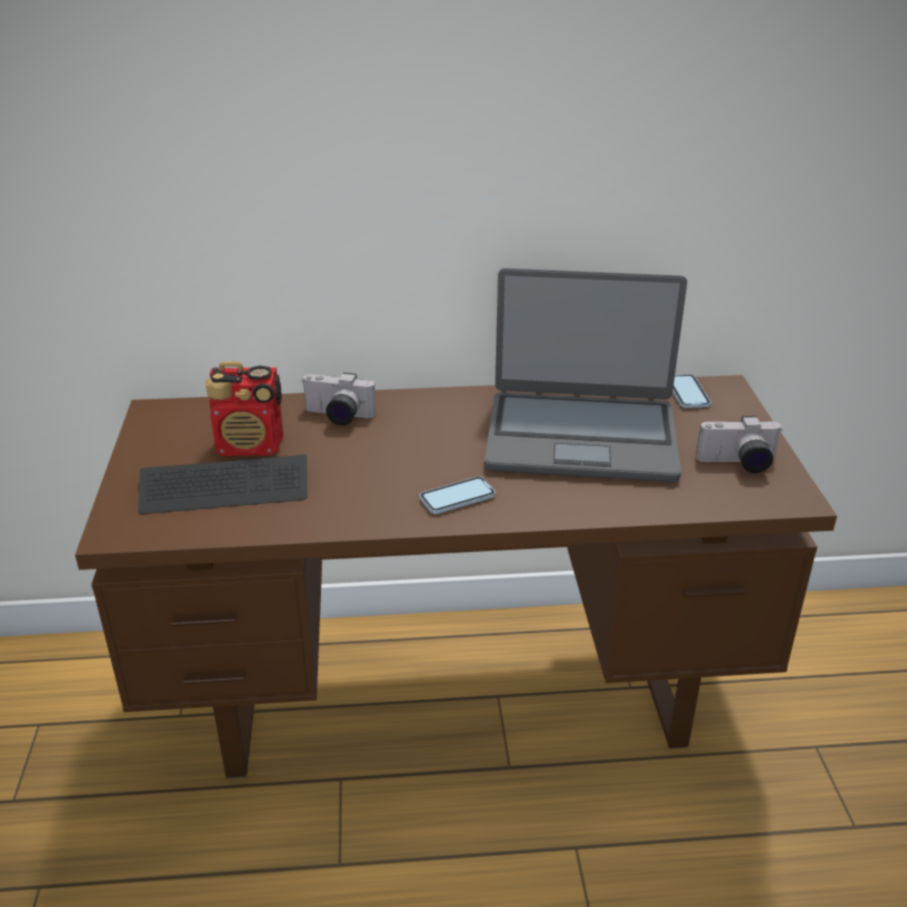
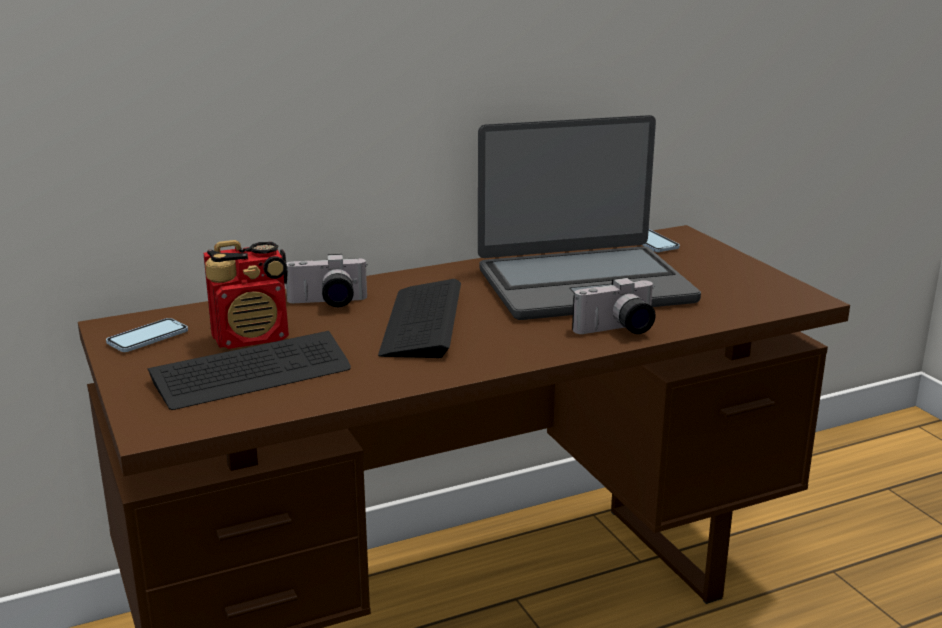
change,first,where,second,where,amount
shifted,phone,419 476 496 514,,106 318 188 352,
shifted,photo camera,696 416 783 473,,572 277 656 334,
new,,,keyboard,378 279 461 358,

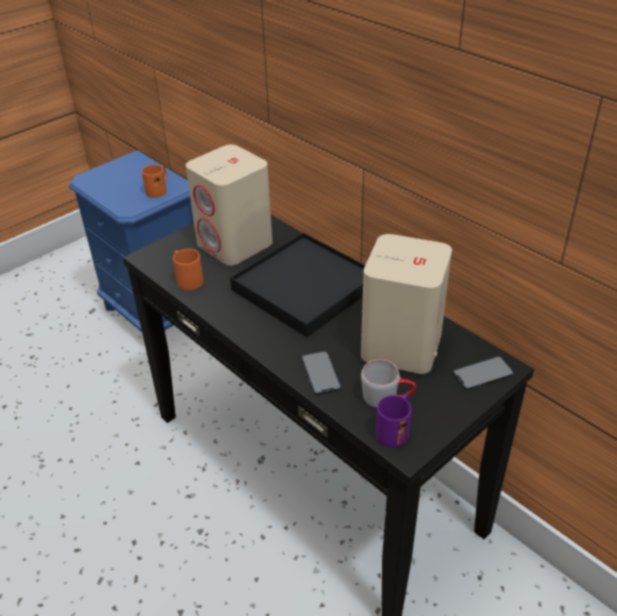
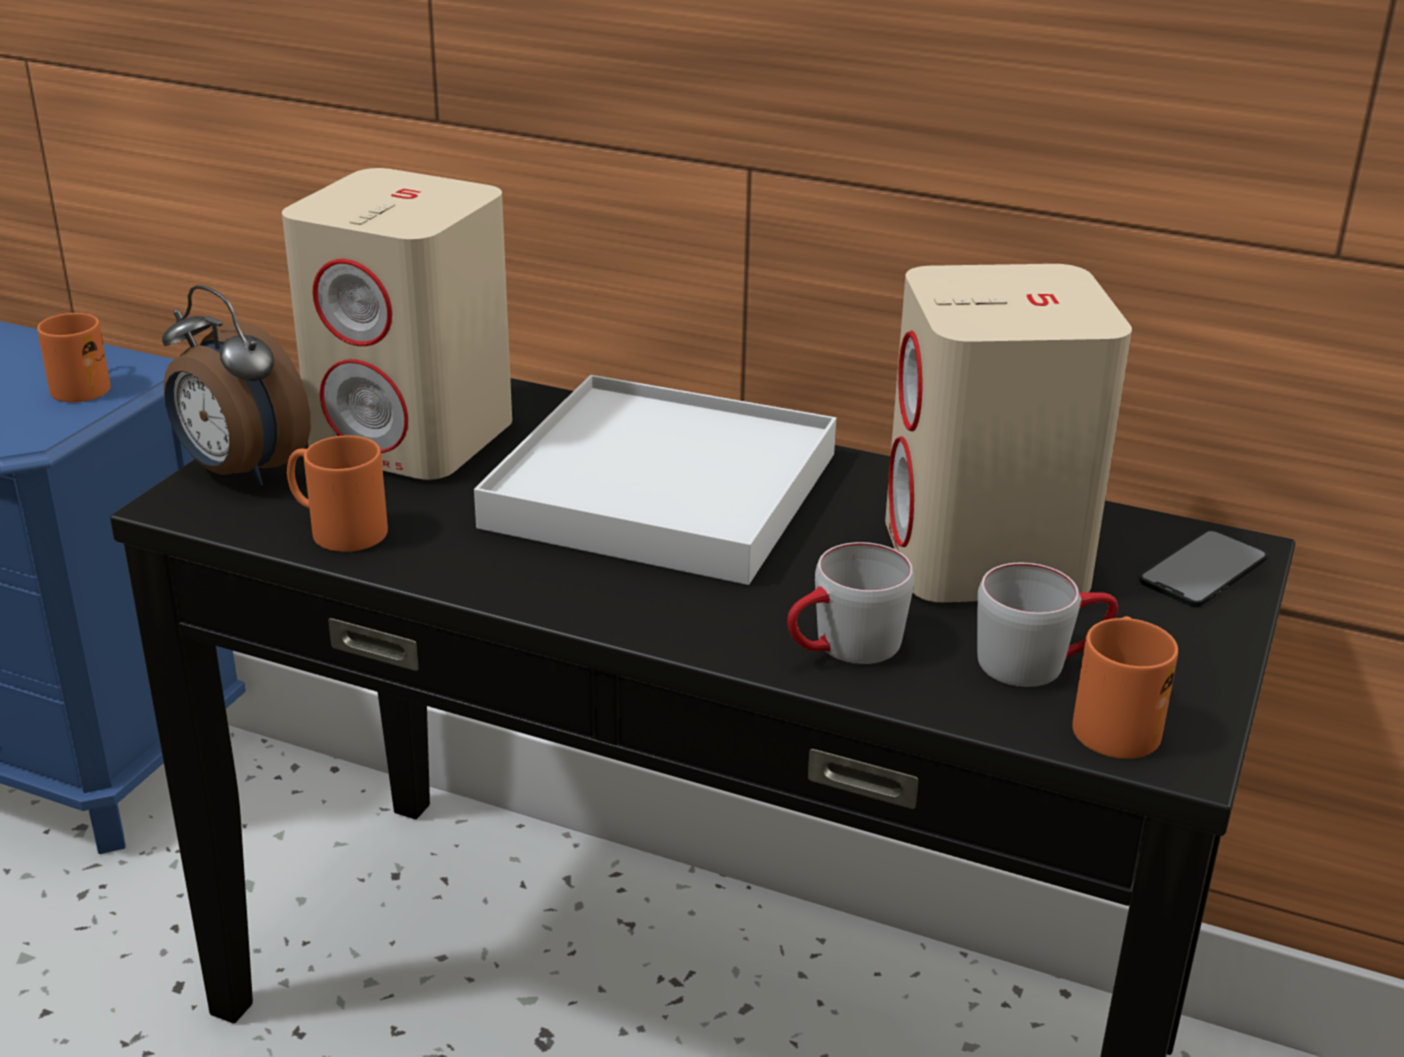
change,first,where,second,where,amount
repainted,carrying tray/black,230 232 365 337,carrying tray/white-coloured,474 375 836 585,
swapped,phone,301 351 341 395,tea mug/grey,787 542 914 664,
repainted,tea mug/purplish,376 394 412 448,tea mug/orange-coloured,1072 616 1178 759,
new,,,table clock,162 285 311 486,

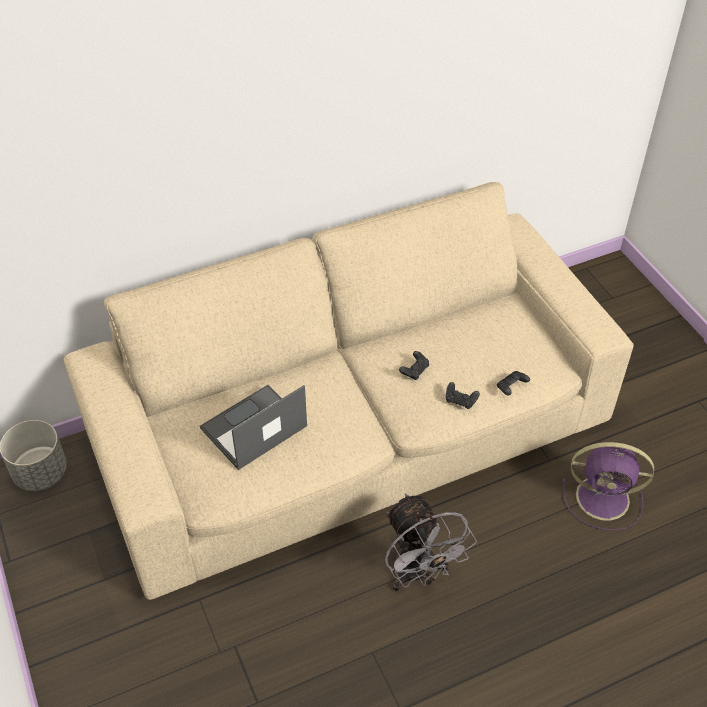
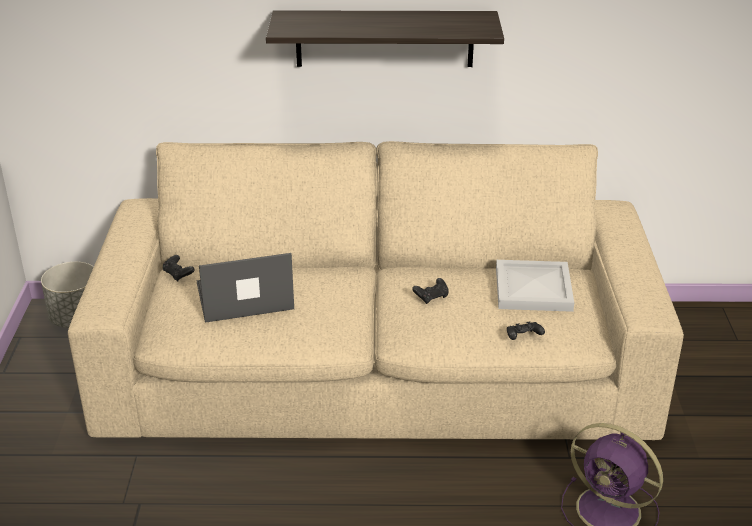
change,first,where,second,where,amount
gone,fan/grey,385 493 477 591,,,
shifted,game controller/black,446 382 480 409,,163 255 195 281,
new,,,wall shelf,266 10 504 67,
new,,,carrying tray/white-coloured,496 260 574 312,

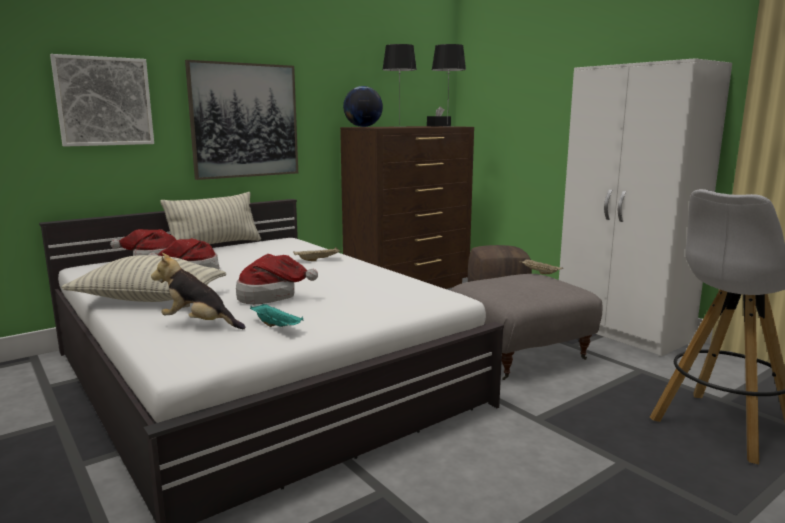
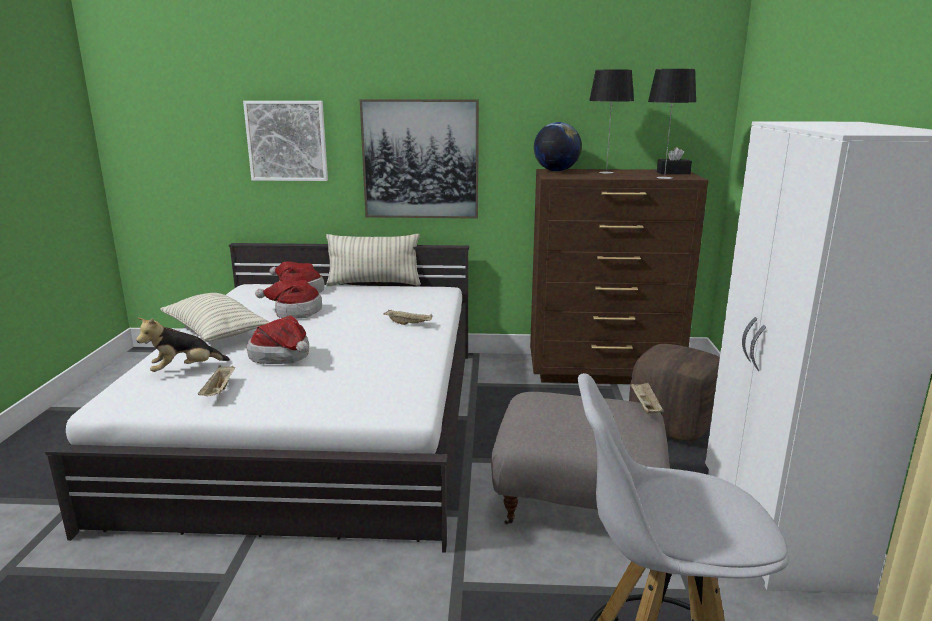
change,first,where,second,where,amount
rotated,cuddly toy,151 253 246 329,,136 317 230 372,90 degrees counterclockwise
repainted,carrying tray/turquoise,250 304 304 327,carrying tray/sand-coloured,198 365 235 396,

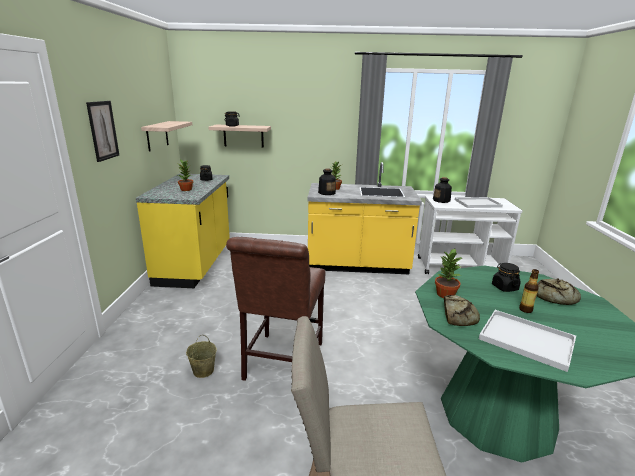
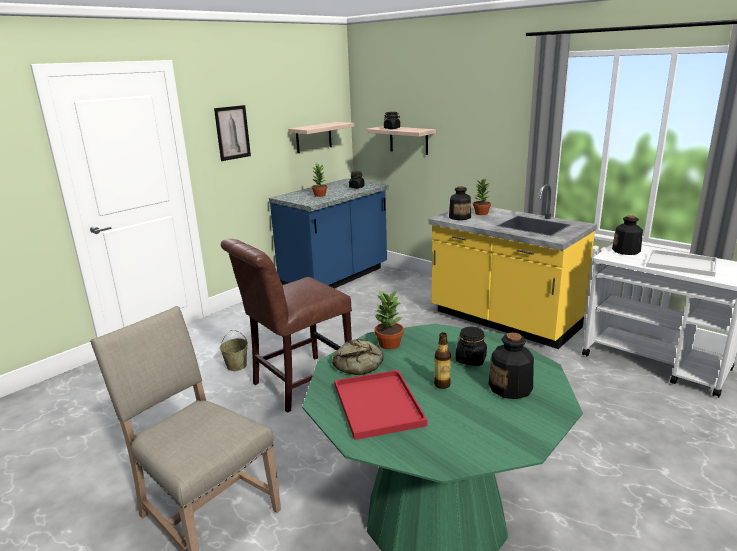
change,first,where,second,where,amount
repainted,counter/yellowish,136 173 230 288,counter/bluish,269 178 389 289,
repainted,carrying tray/white-coloured,479 310 576 372,carrying tray/reddish,335 370 428 440,
swapped,baked bread,536 278 581 305,bottle,488 333 534 399,

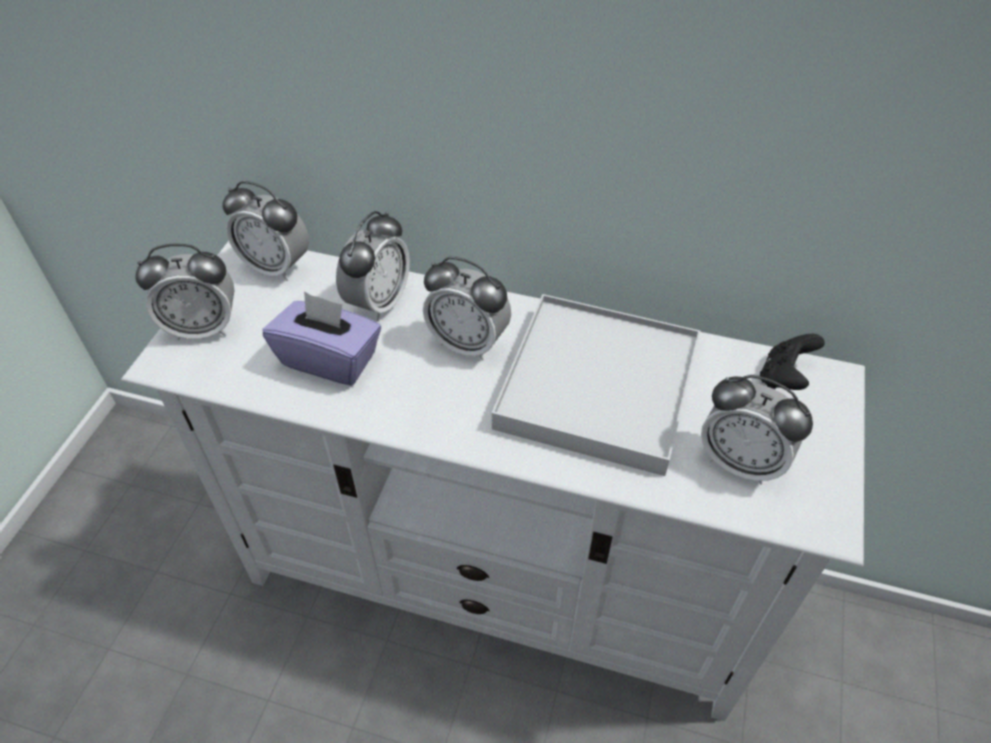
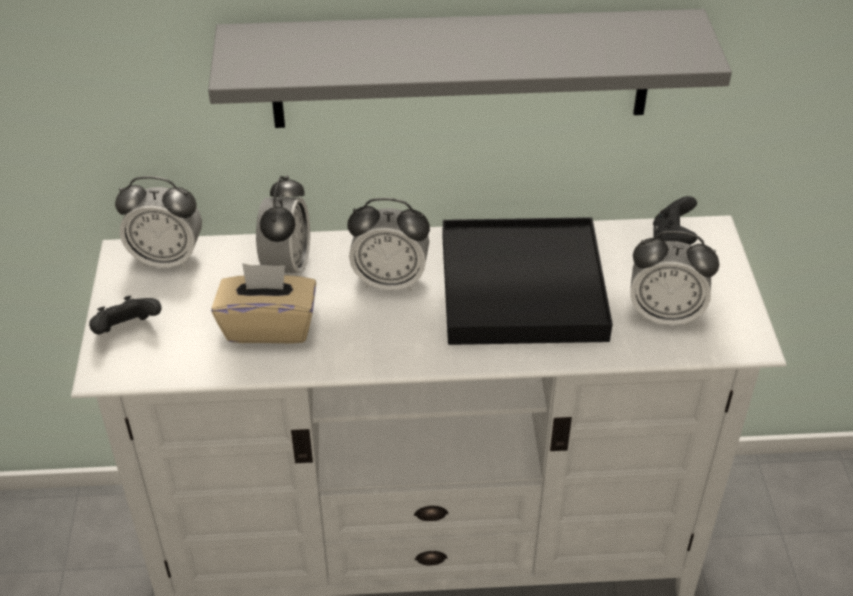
change,first,where,second,where,amount
swapped,table clock,135 244 234 340,game controller/black,89 296 162 335,
repainted,tissue holder/purplish,263 291 381 386,tissue holder/sand-coloured,211 263 316 343,
repainted,carrying tray/white-coloured,492 294 700 476,carrying tray/black,443 217 613 345,
new,,,wall shelf/grey,208 9 732 128,

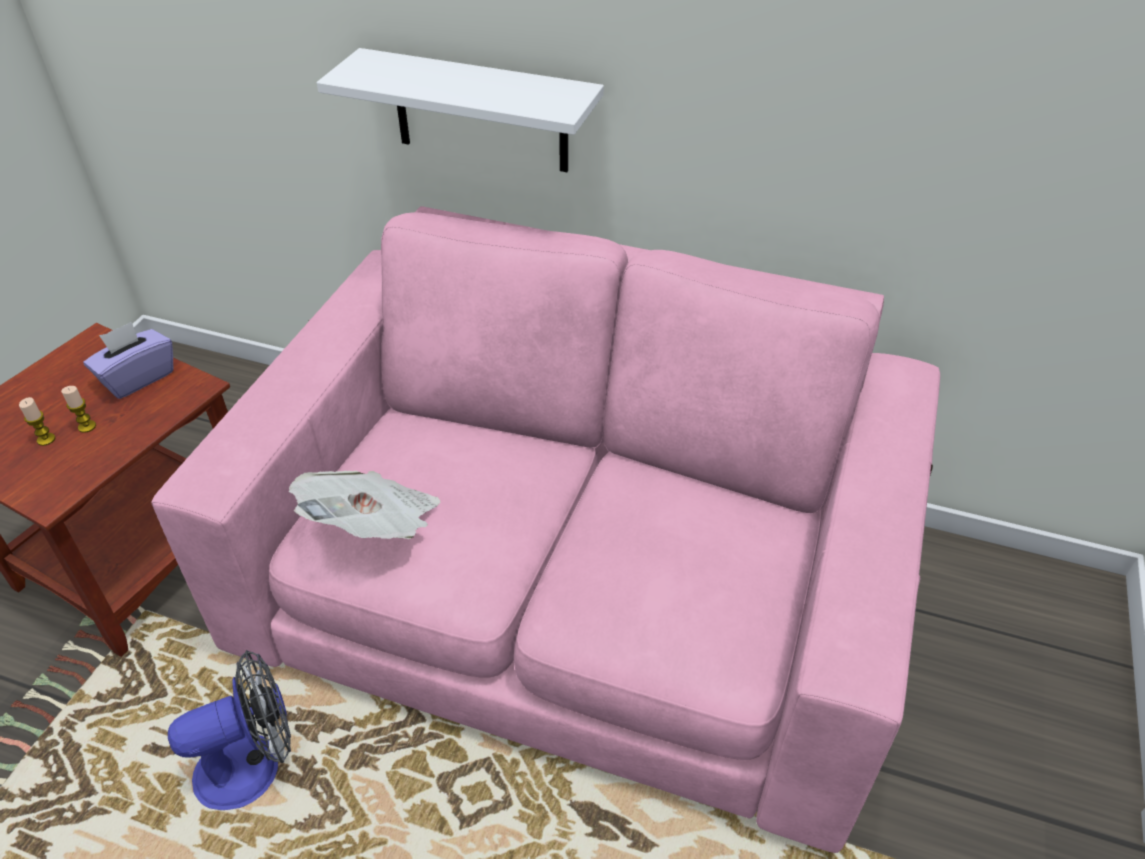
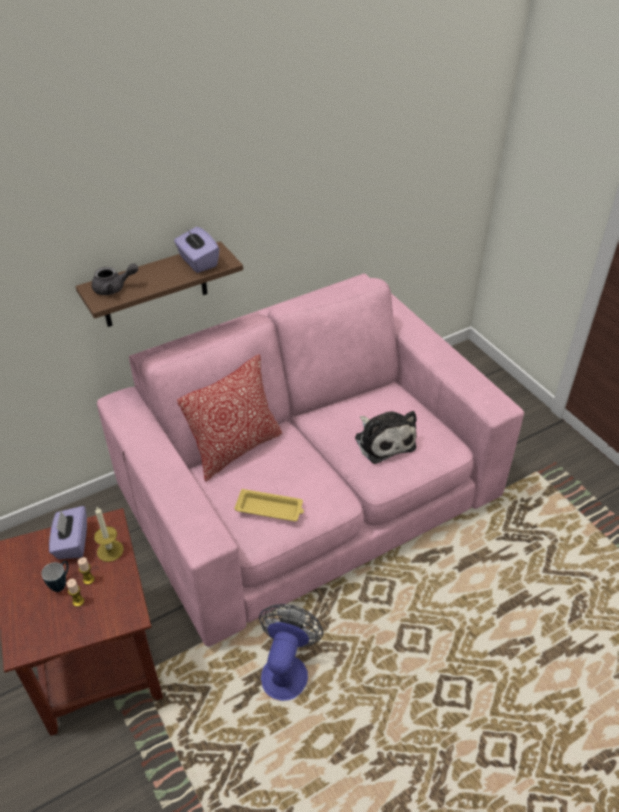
change,first,where,second,where,amount
swapped,newspaper,289 471 441 539,carrying tray/yellowish,234 489 304 521,
repainted,wall shelf/white-coloured,317 48 604 172,wall shelf/brown-coloured,75 241 243 327,
new,,,tea mug,41 561 69 592,
new,,,pot for tea/grey,92 263 138 295,
new,,,wax candle,94 507 124 562,
new,,,tissue holder/purplish,174 227 219 273,
new,,,throw pillow,177 354 282 482,
new,,,cuddly toy,355 411 417 464,

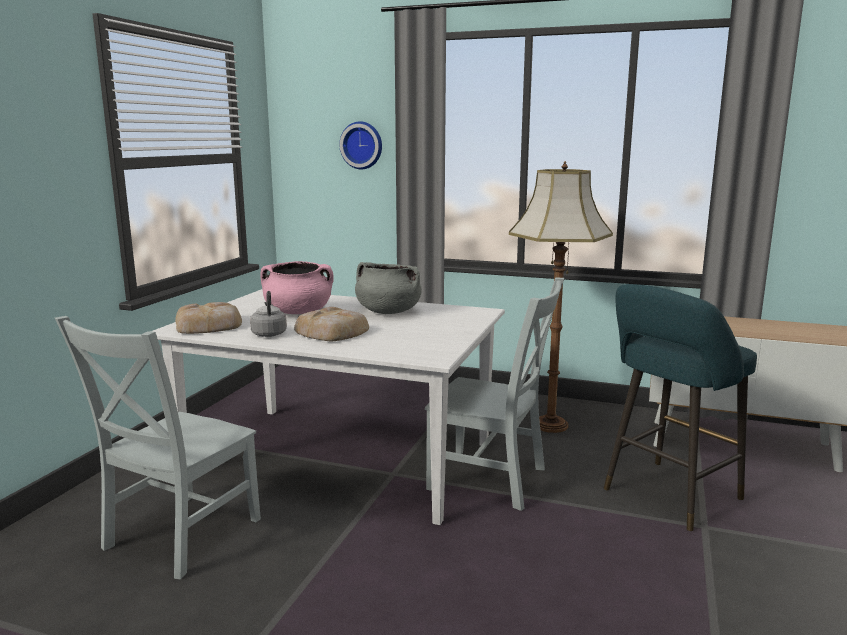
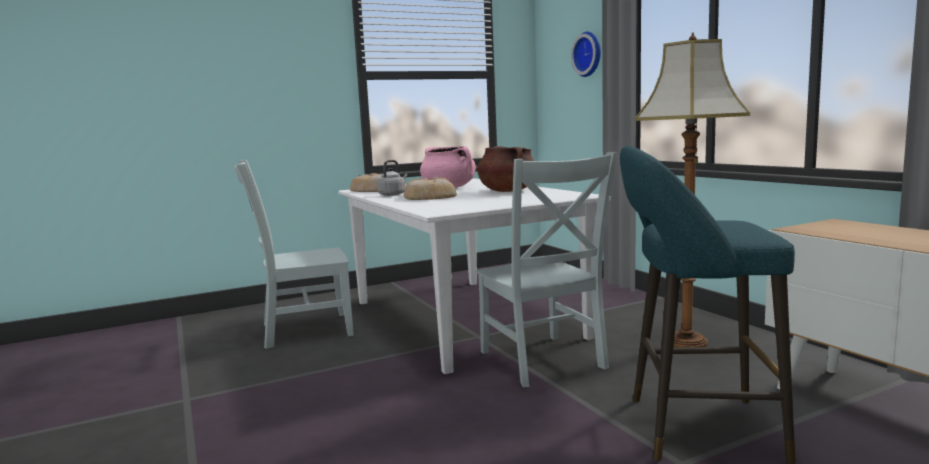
change,first,where,second,where,amount
repainted,saucepot/grey,355 262 422 314,saucepot/brown-coloured,477 146 534 192,

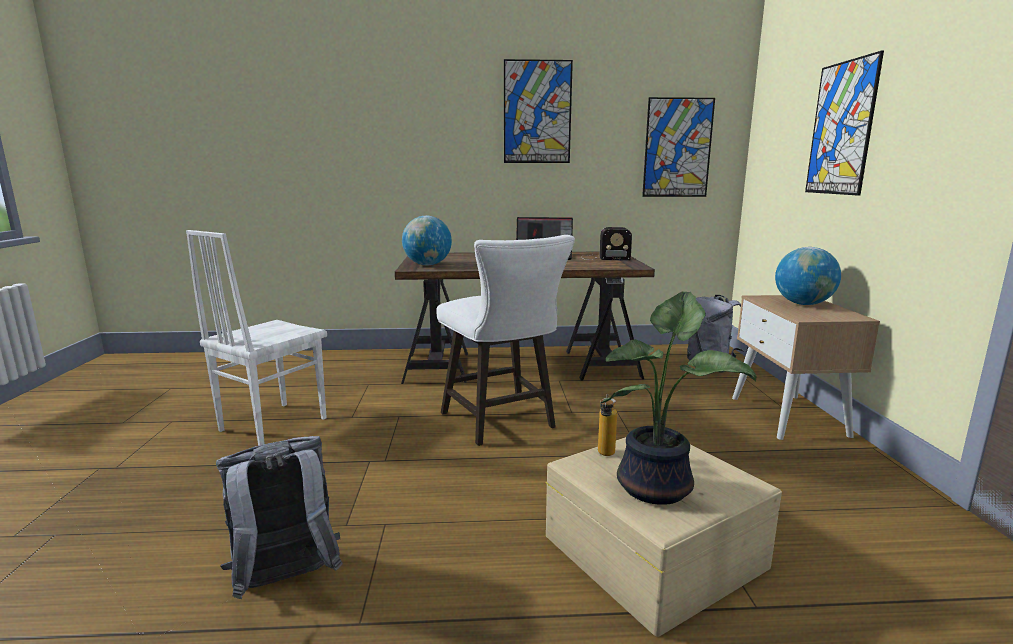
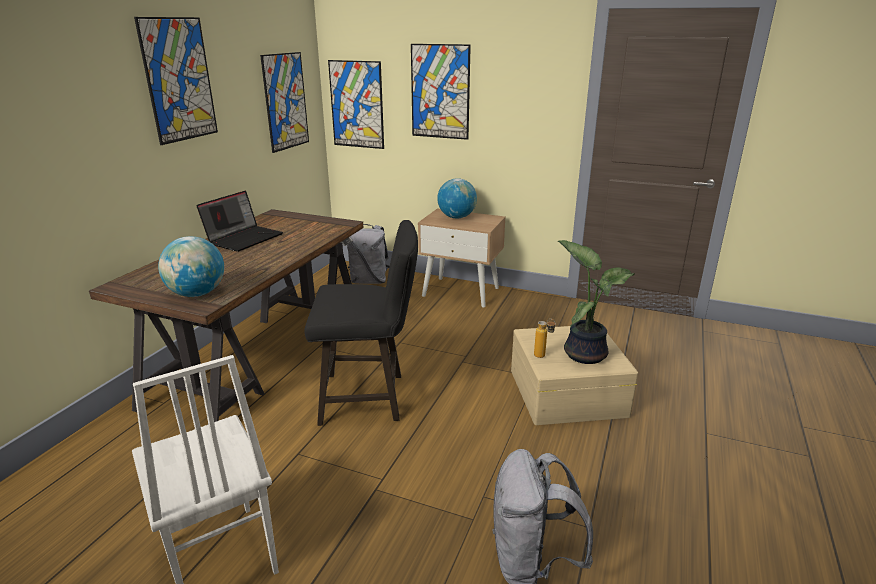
change,first,where,second,where,amount
repainted,stool/white-coloured,436 235 575 446,stool/black,304 220 418 426,
gone,radio,581 227 632 260,,,
new,,,wall art,328 60 384 149,

